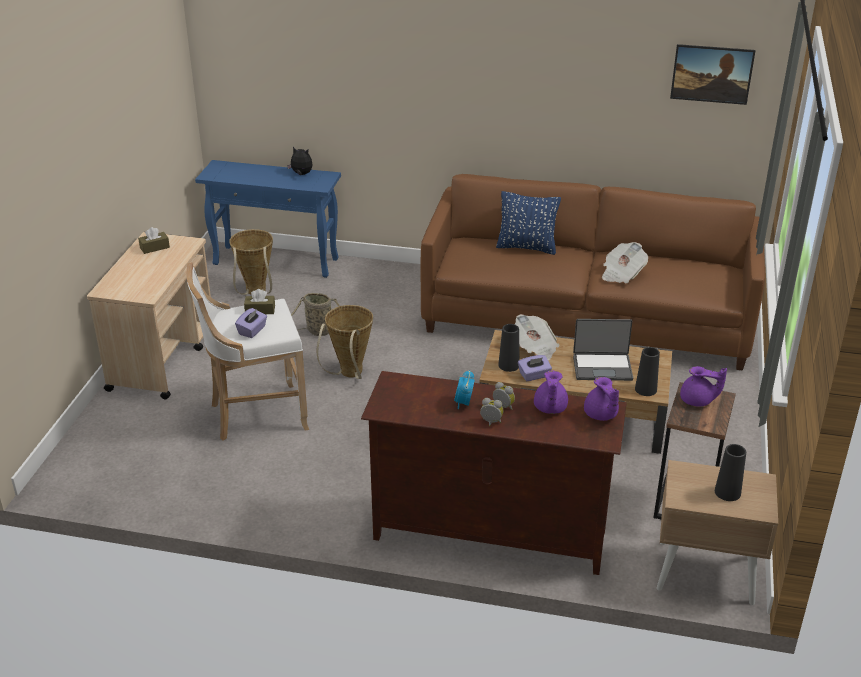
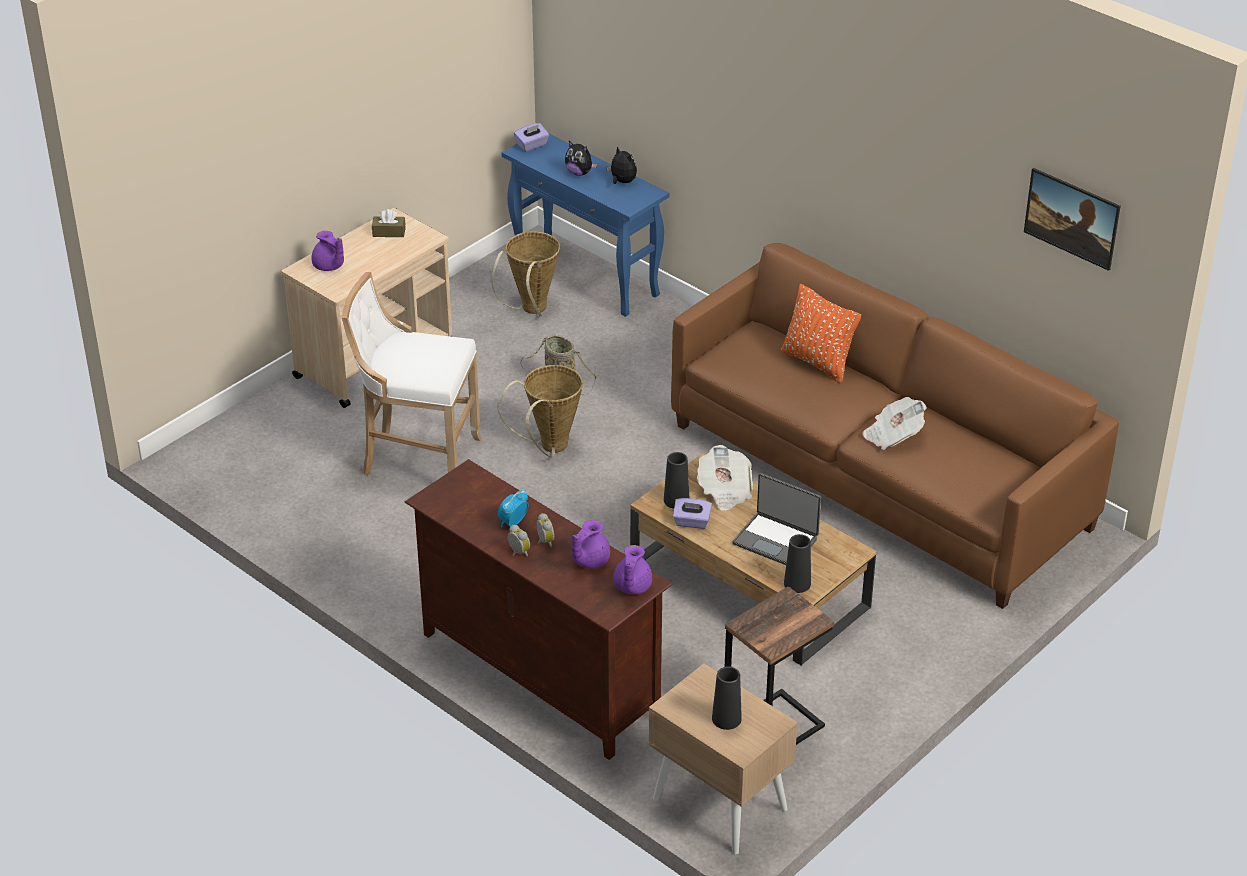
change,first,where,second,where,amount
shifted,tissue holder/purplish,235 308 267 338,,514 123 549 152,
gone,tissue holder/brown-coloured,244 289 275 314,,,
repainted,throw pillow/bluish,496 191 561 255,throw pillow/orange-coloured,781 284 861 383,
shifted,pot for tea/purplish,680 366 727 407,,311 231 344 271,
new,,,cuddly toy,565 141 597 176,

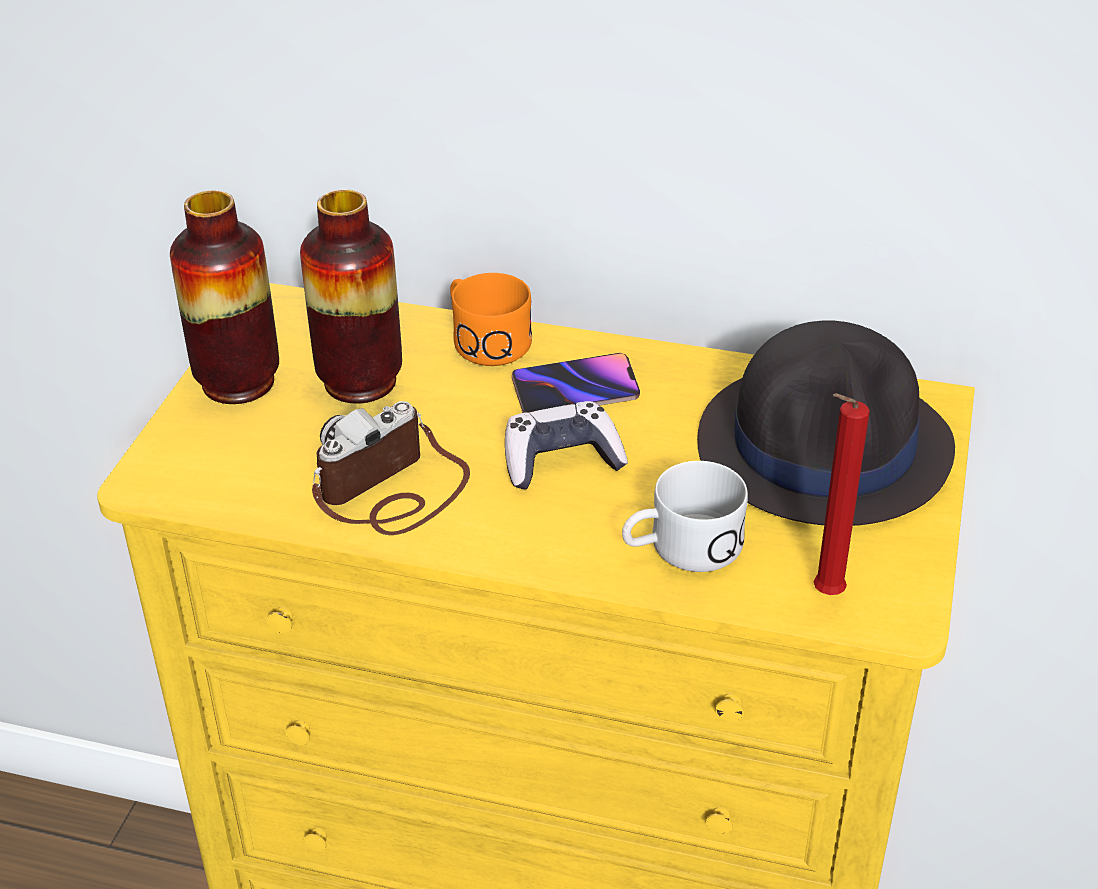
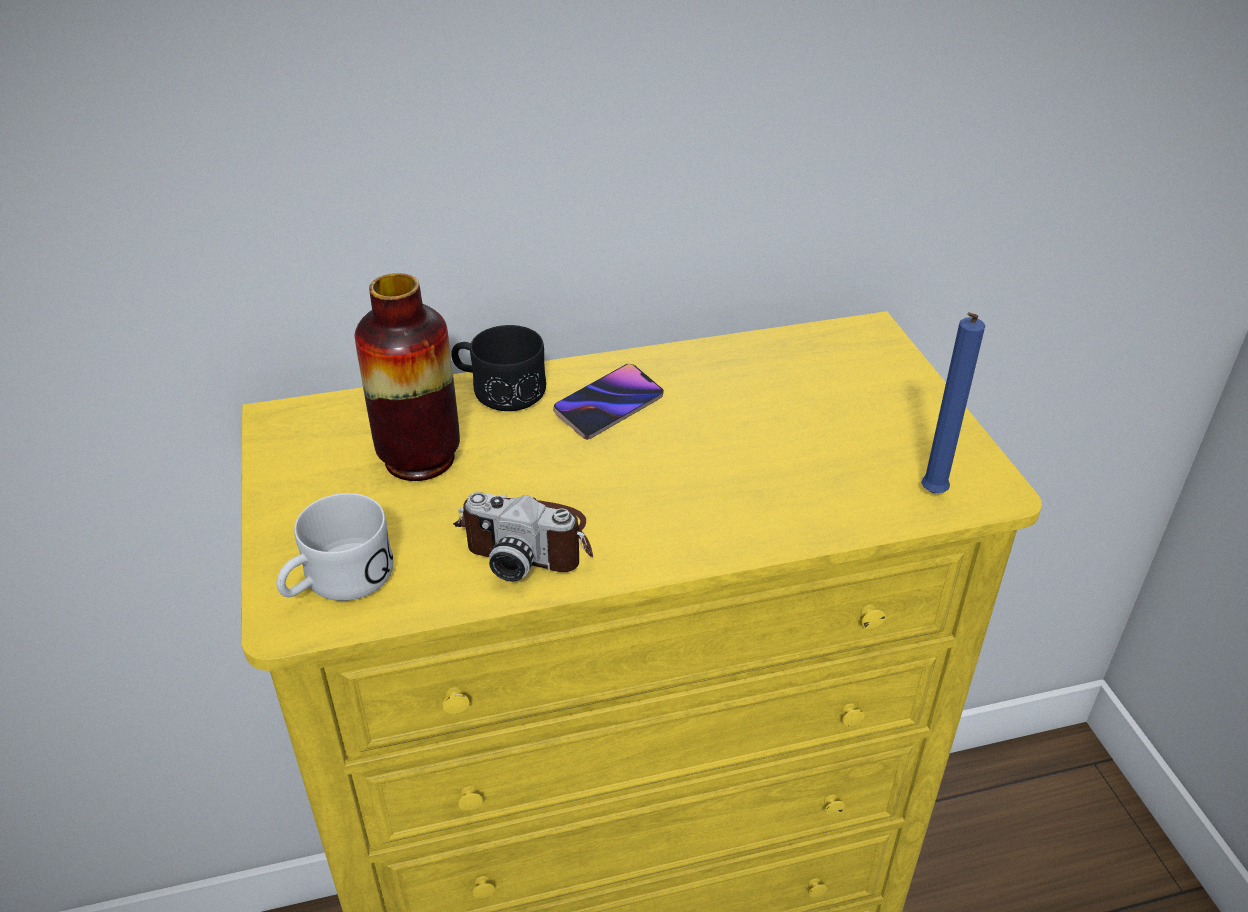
change,first,where,second,where,amount
gone,vase,170 190 279 404,,,
rotated,photo camera,312 401 470 535,,453 492 593 582,90 degrees counterclockwise
repainted,tea mug/orange-coloured,450 273 532 366,tea mug/black,451 325 546 411,
gone,game controller,505 401 628 489,,,
shifted,tea mug/white-coloured,622 461 748 572,,276 493 393 601,
gone,hat/black,697 321 955 526,,,
repainted,wax candle/reddish,814 393 870 595,wax candle/bluish,921 312 985 493,

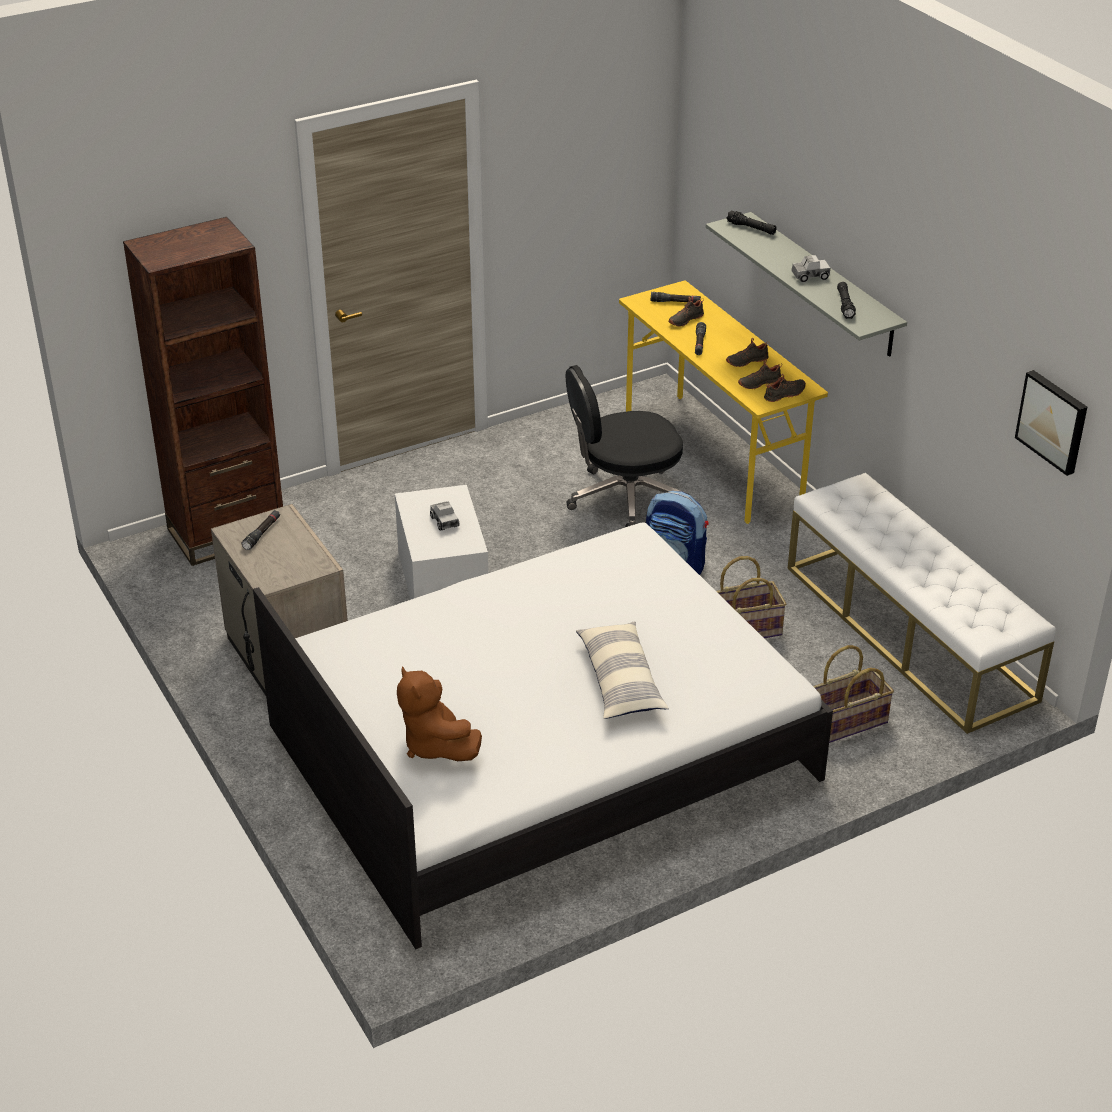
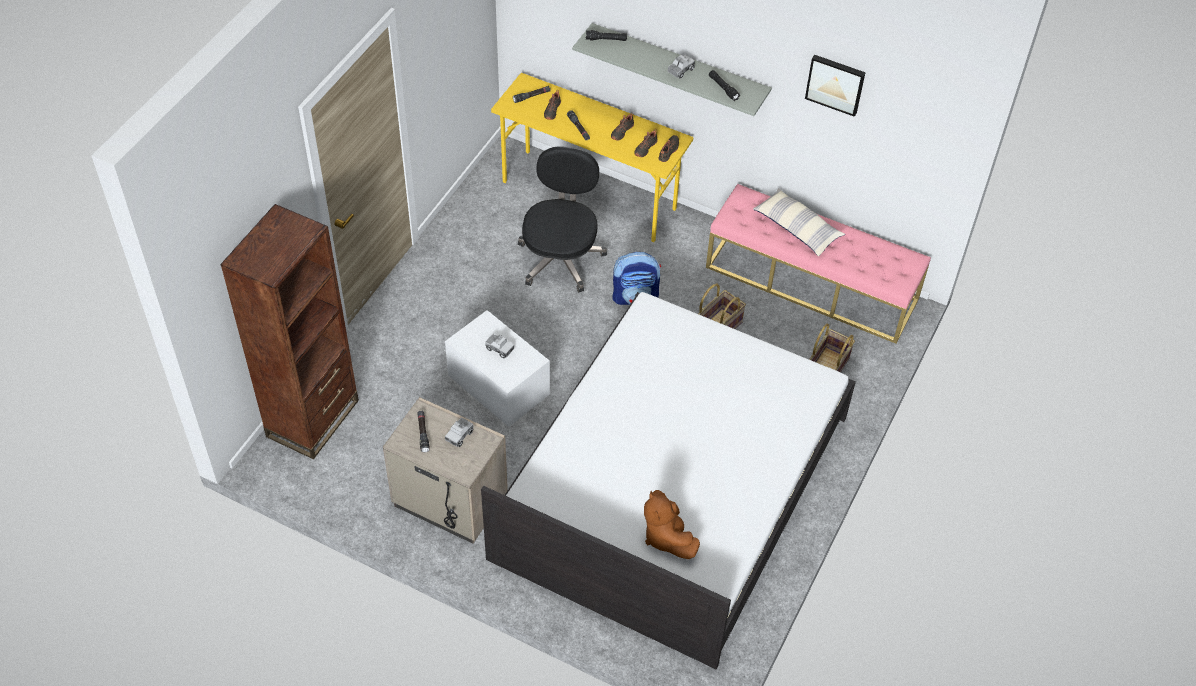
change,first,where,second,where,amount
rotated,cuddly toy/brown-coloured,397 666 482 761,,644 490 700 559,45 degrees clockwise
rotated,office chair/black,566 365 688 527,,518 146 607 292,150 degrees clockwise
shifted,throw pillow,576 621 669 719,,753 188 845 256,
repainted,long seat/white-coloured,788 473 1056 734,long seat/pink,706 184 931 343,
shifted,wall art,1015 370 1087 476,,805 55 866 117,
new,,,toy truck,445 417 474 447,

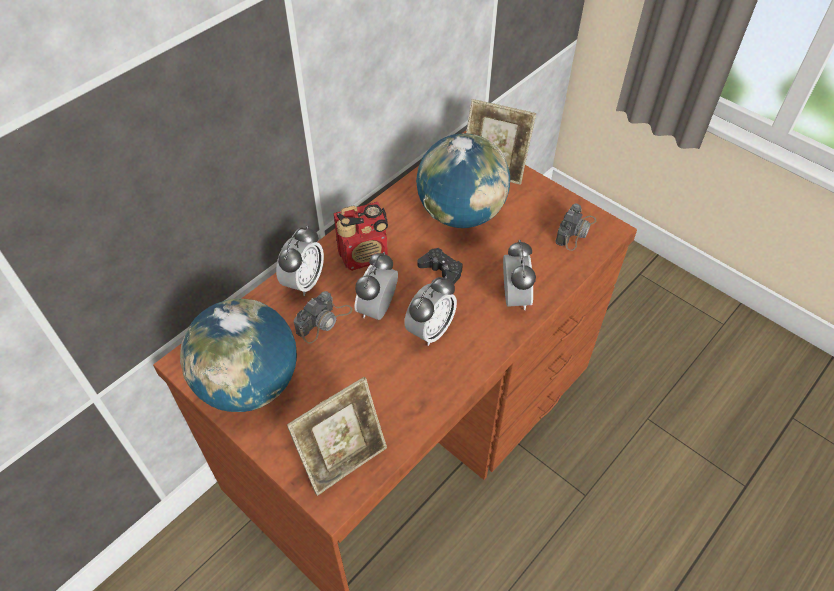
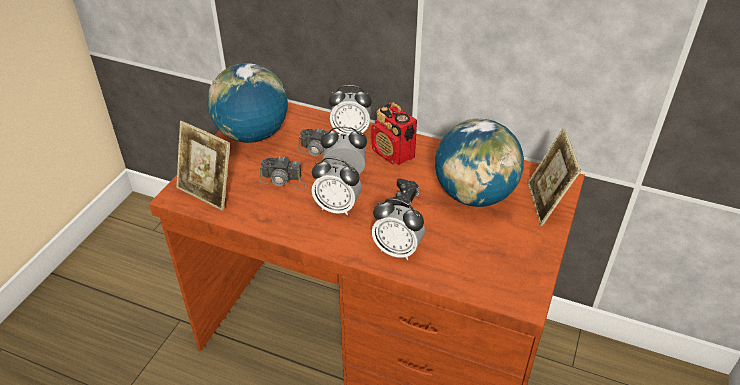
change,first,where,second,where,amount
rotated,table clock,503 240 536 310,,372 199 425 260,45 degrees clockwise
shifted,photo camera,555 203 596 251,,259 156 307 191,

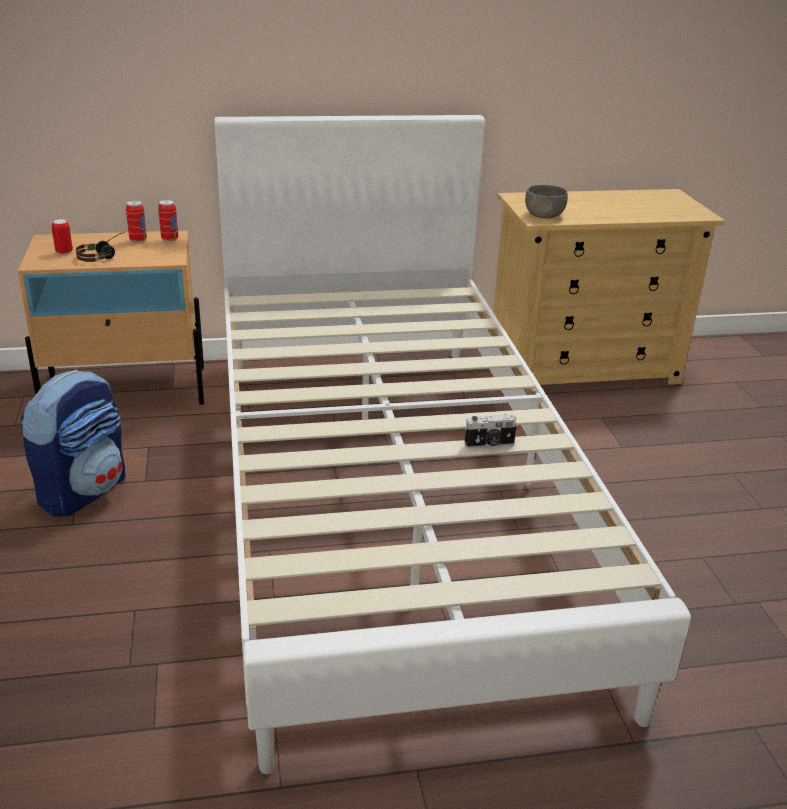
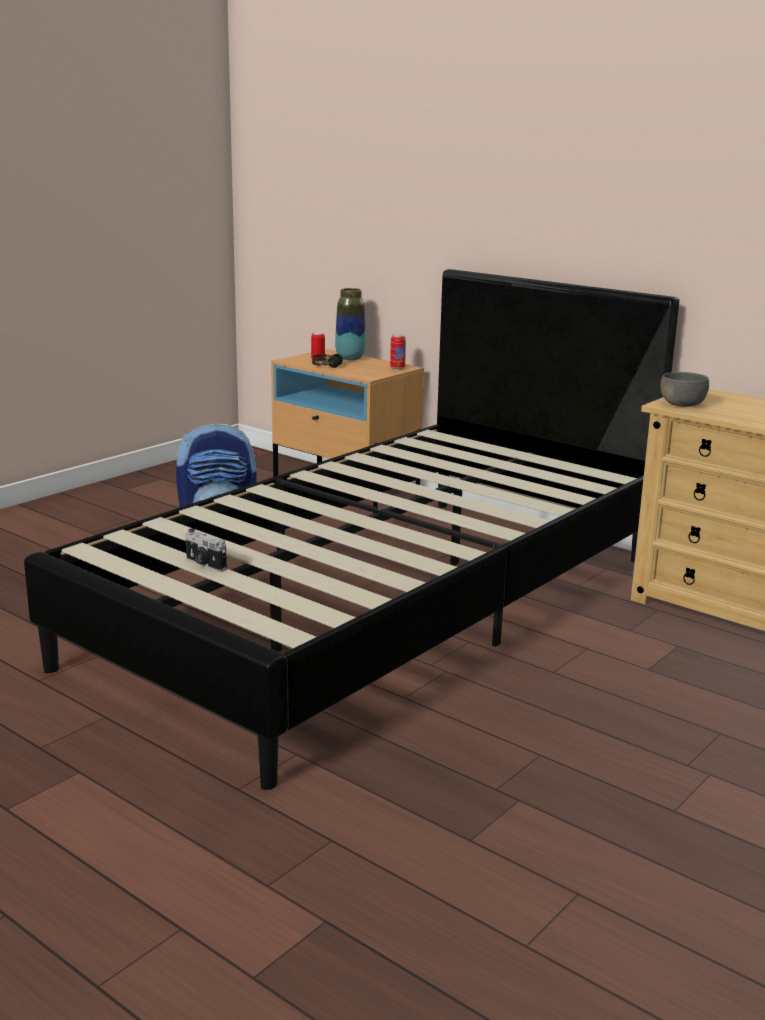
change,first,where,second,where,amount
gone,sealed can,126 200 147 243,,,
repainted,sleeping bed/white-coloured,214 115 691 774,sleeping bed/black,24 269 679 790,
shifted,photo camera,464 414 518 448,,186 528 227 572,
new,,,vase,335 288 366 360,

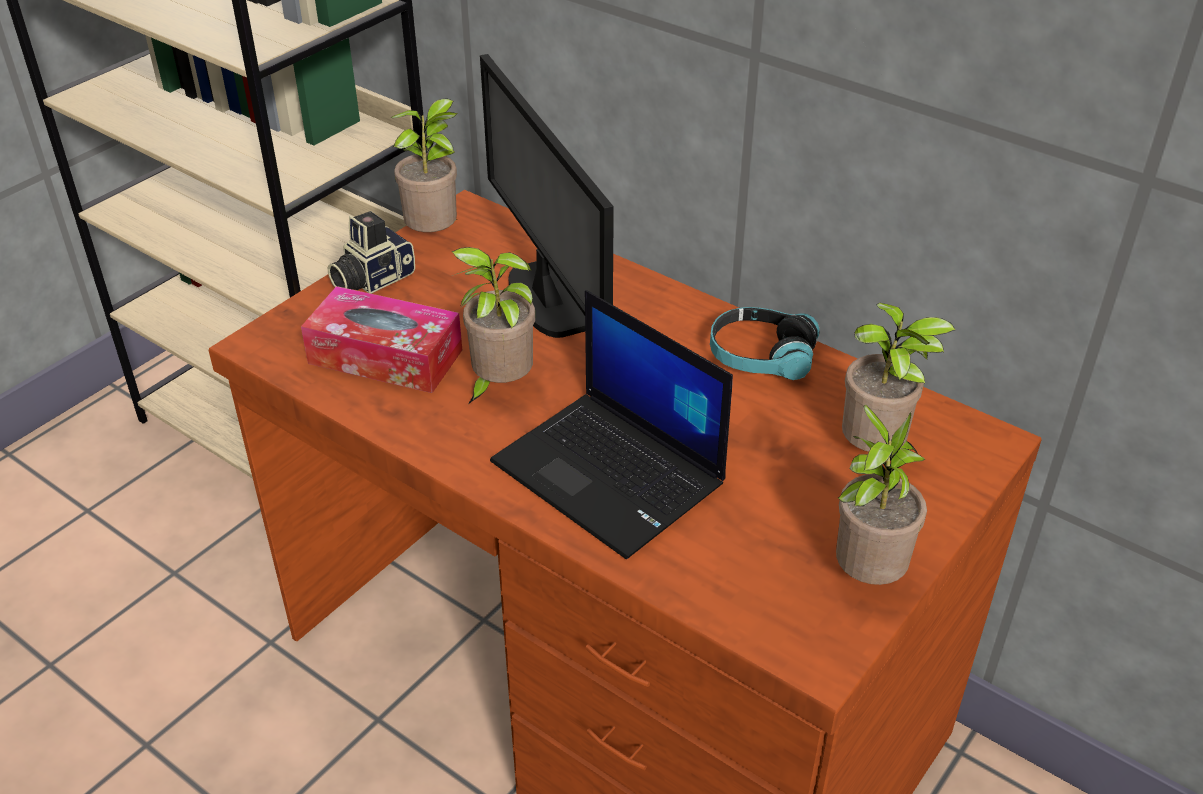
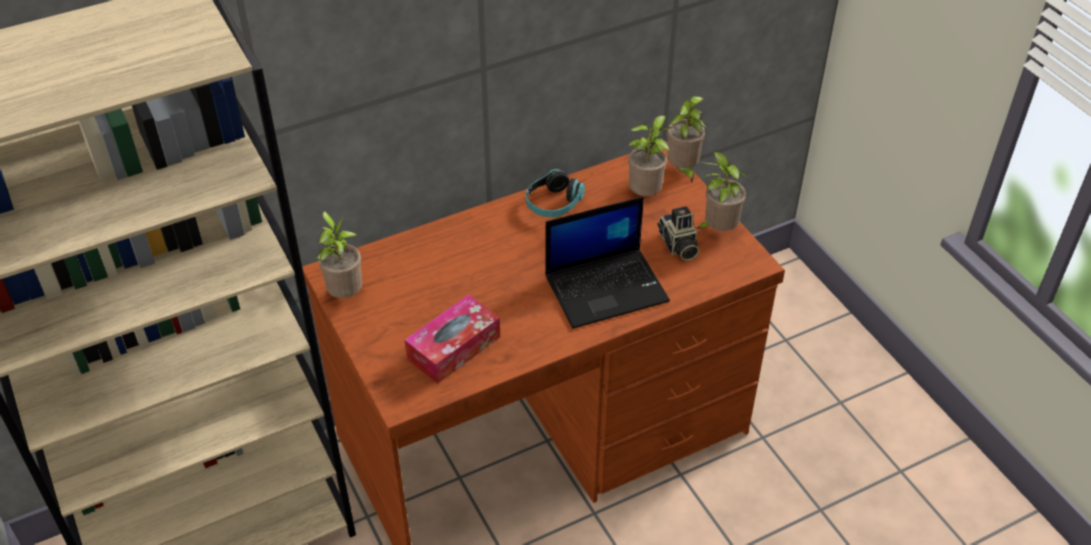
change,first,where,second,where,amount
shifted,photo camera,328 211 415 294,,657 206 699 261,
shifted,plant in a pot,452 247 535 403,,667 96 707 183,
gone,monitor,480 54 614 338,,,

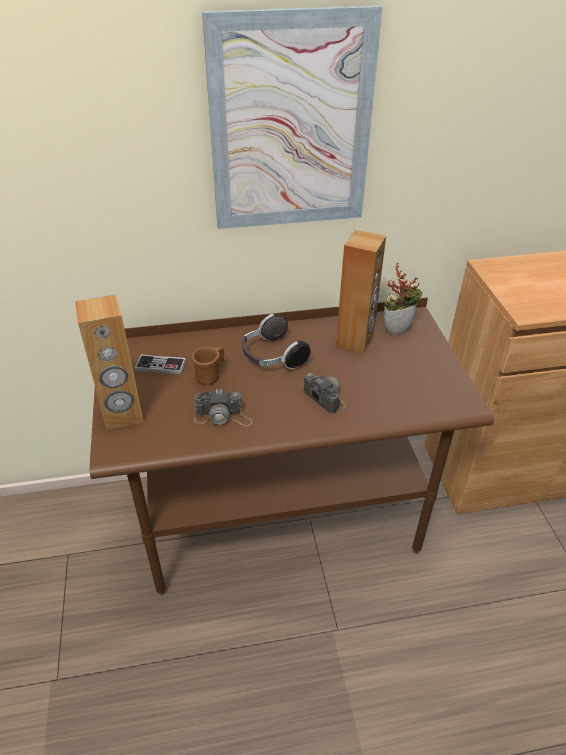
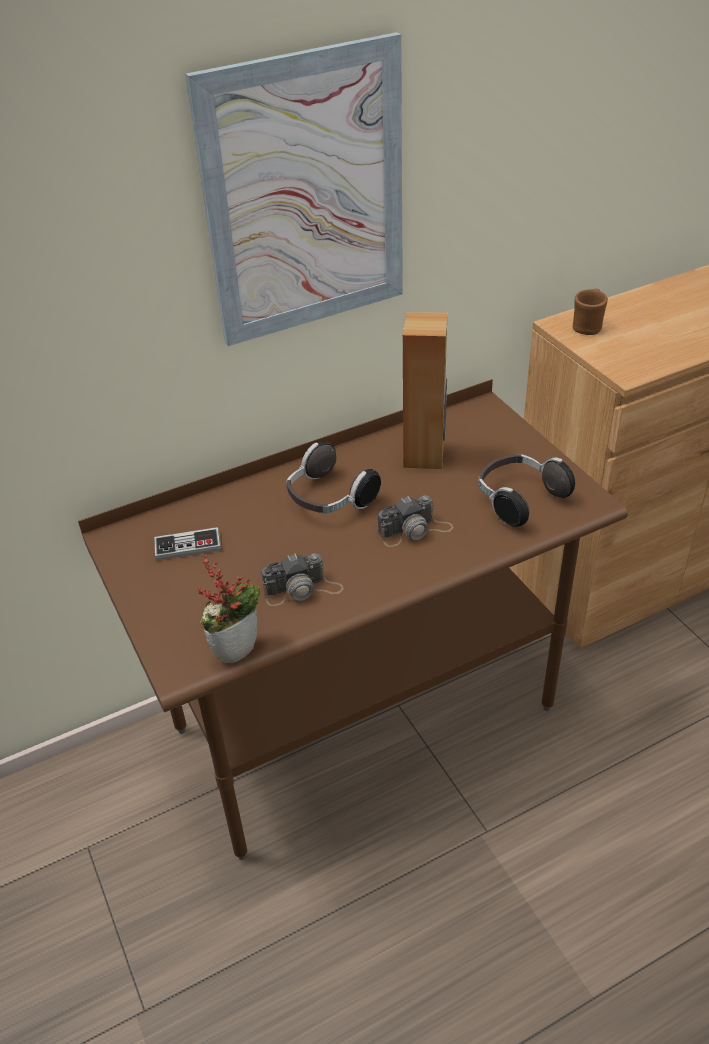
change,first,where,second,where,amount
gone,audio speaker/brown-coloured,75 295 144 430,,,
shifted,tea mug/brown-coloured,192 347 224 385,,573 288 608 335,
rotated,photo camera,304 373 346 414,,378 495 453 547,120 degrees clockwise
shifted,plant in a pot,384 263 422 335,,198 554 260 663,
new,,,headphones,478 454 575 527,

